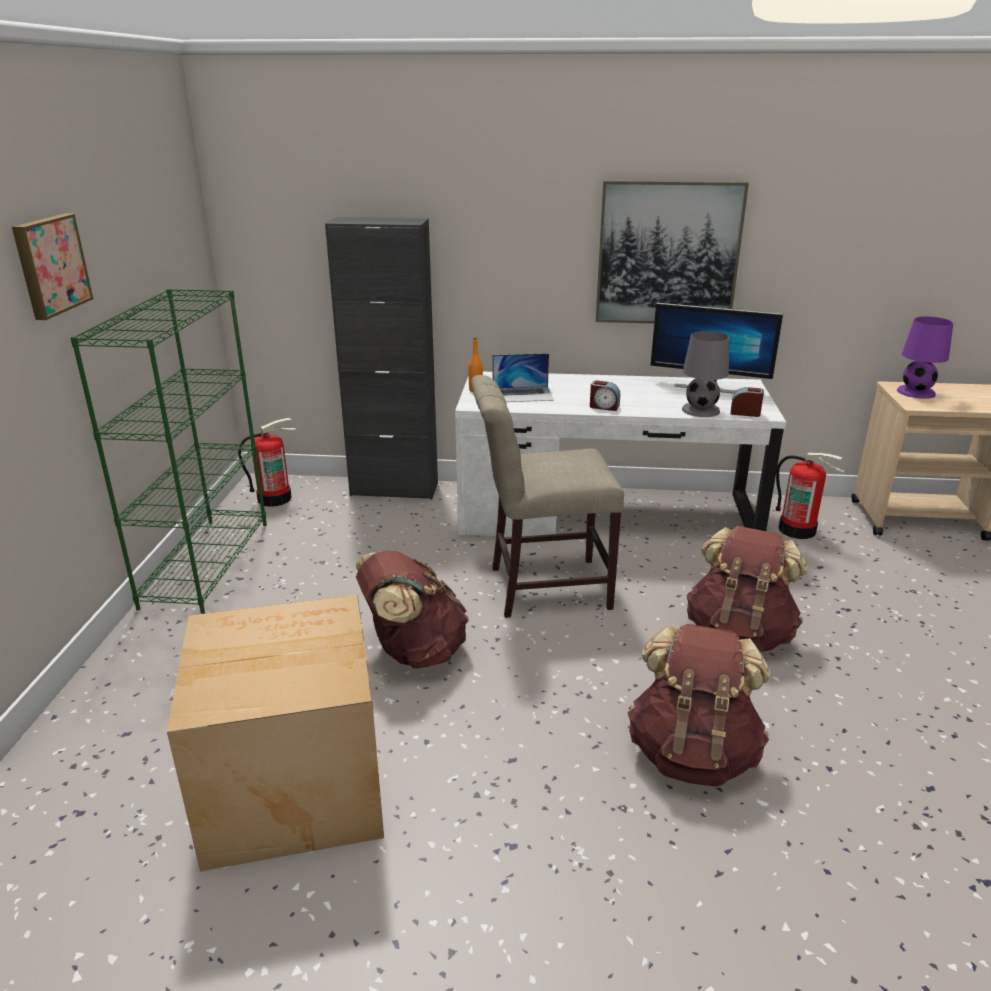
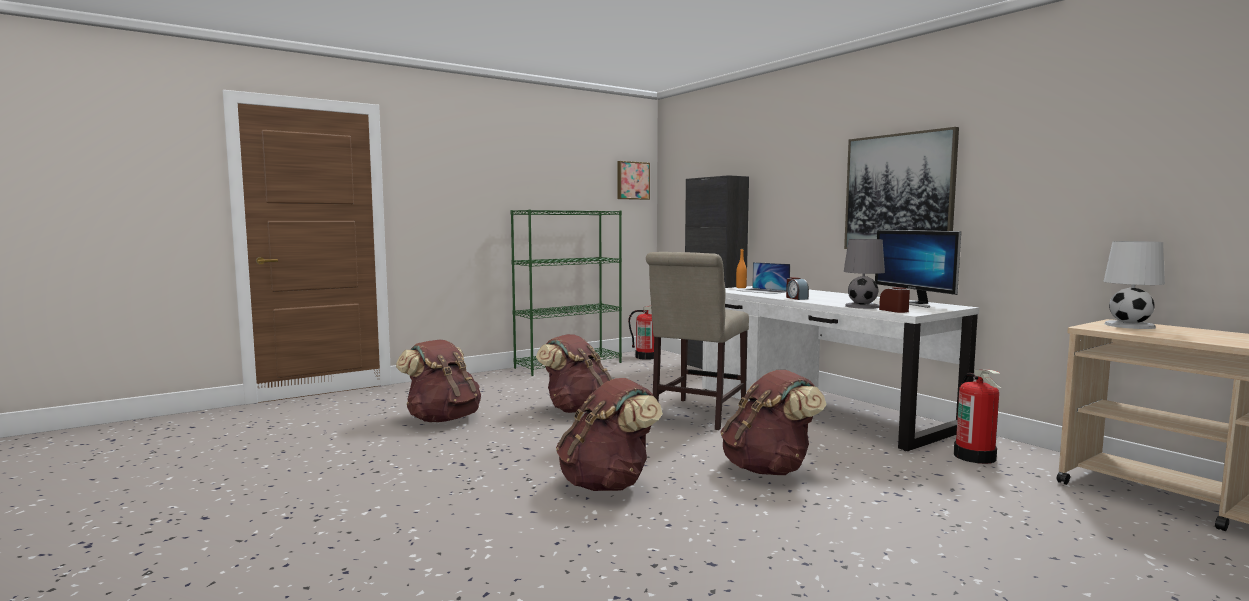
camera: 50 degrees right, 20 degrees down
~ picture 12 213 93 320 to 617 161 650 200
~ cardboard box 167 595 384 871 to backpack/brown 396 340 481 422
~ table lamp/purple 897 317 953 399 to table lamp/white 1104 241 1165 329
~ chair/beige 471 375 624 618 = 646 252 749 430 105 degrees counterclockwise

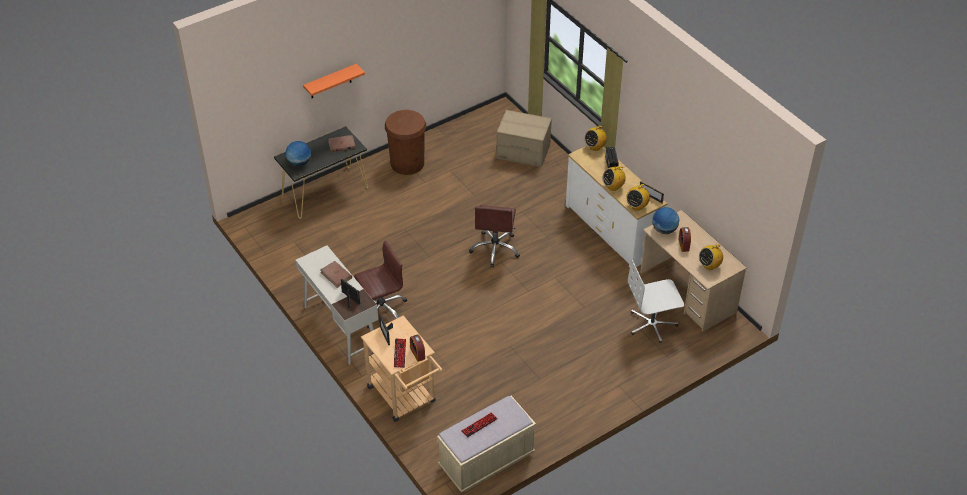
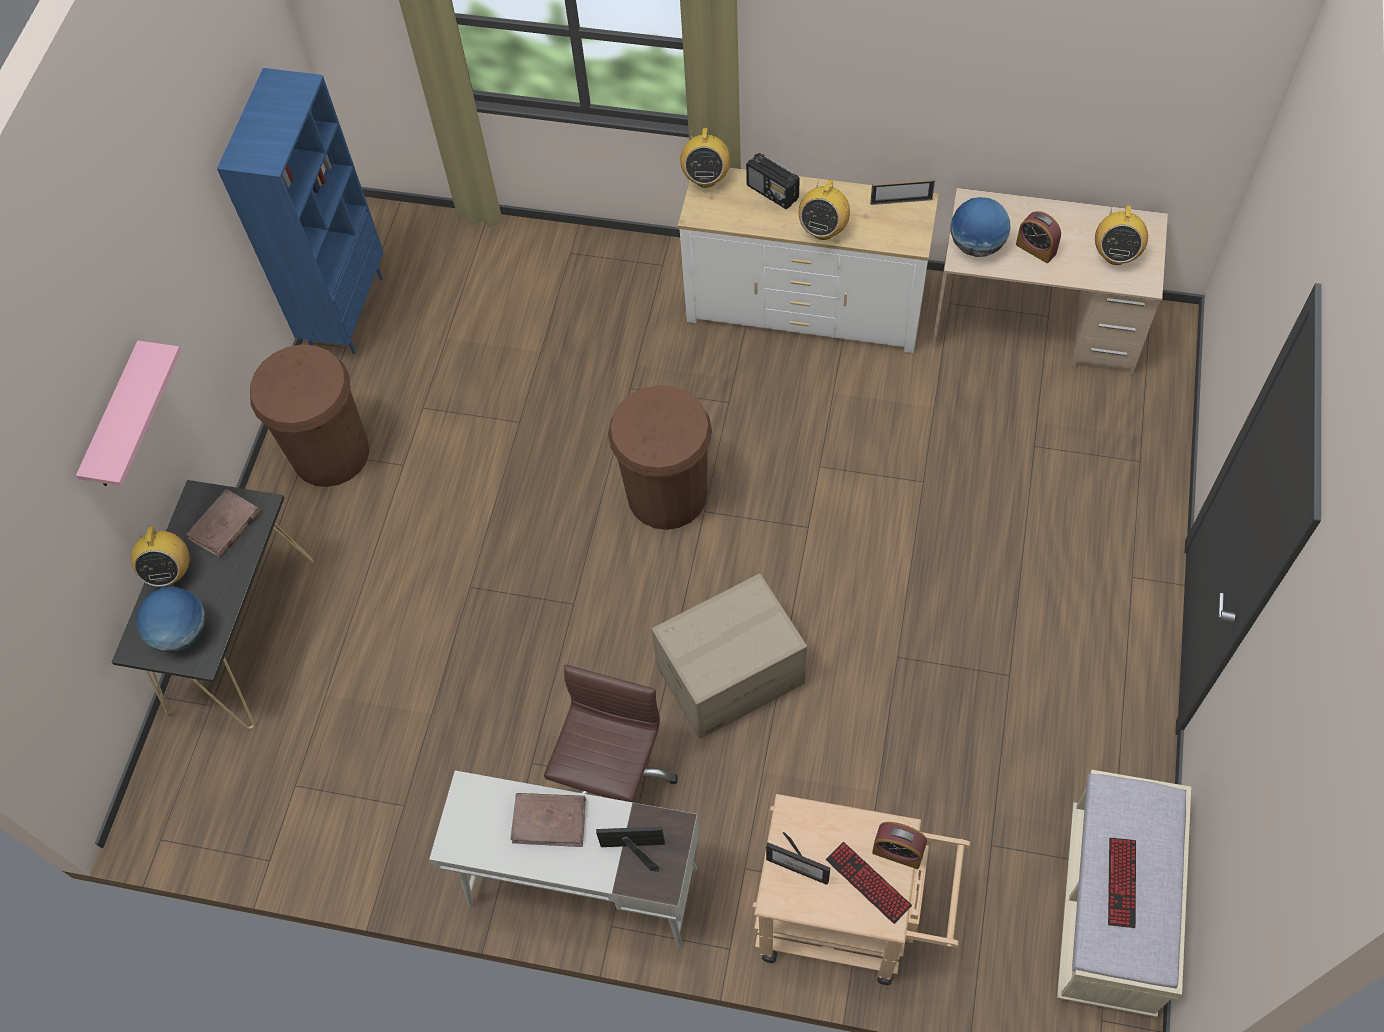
camera: 40 degrees left, 15 degrees up
- office chair/white 628 260 684 343
+ bookcase/blue 217 68 384 354
~ cardboard box 496 110 552 167 to 652 573 807 739
~ radio 626 181 650 211 to 131 525 190 587
~ office chair/brown 469 205 520 268 to trash can/brown 608 385 712 530
~ shelf/orange 303 64 365 98 to shelf/pink 76 340 181 486

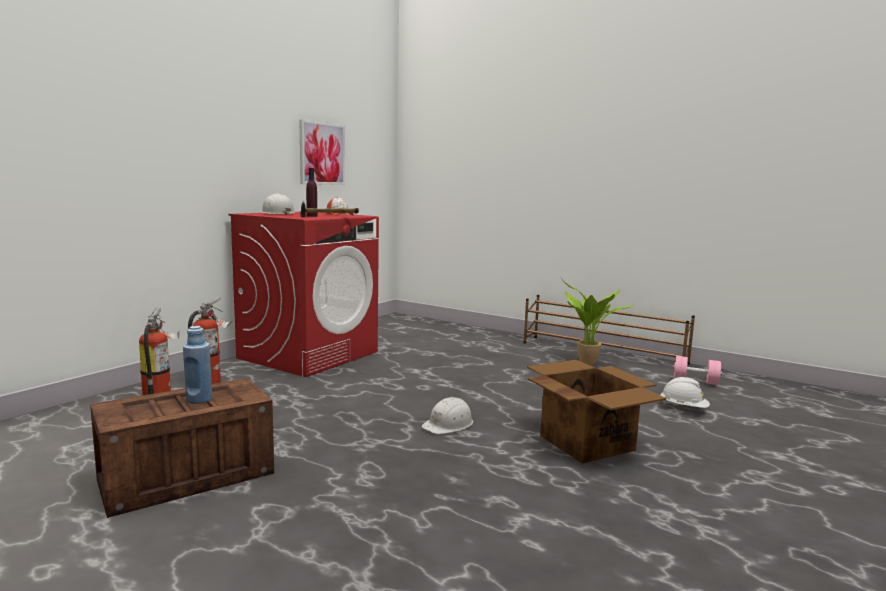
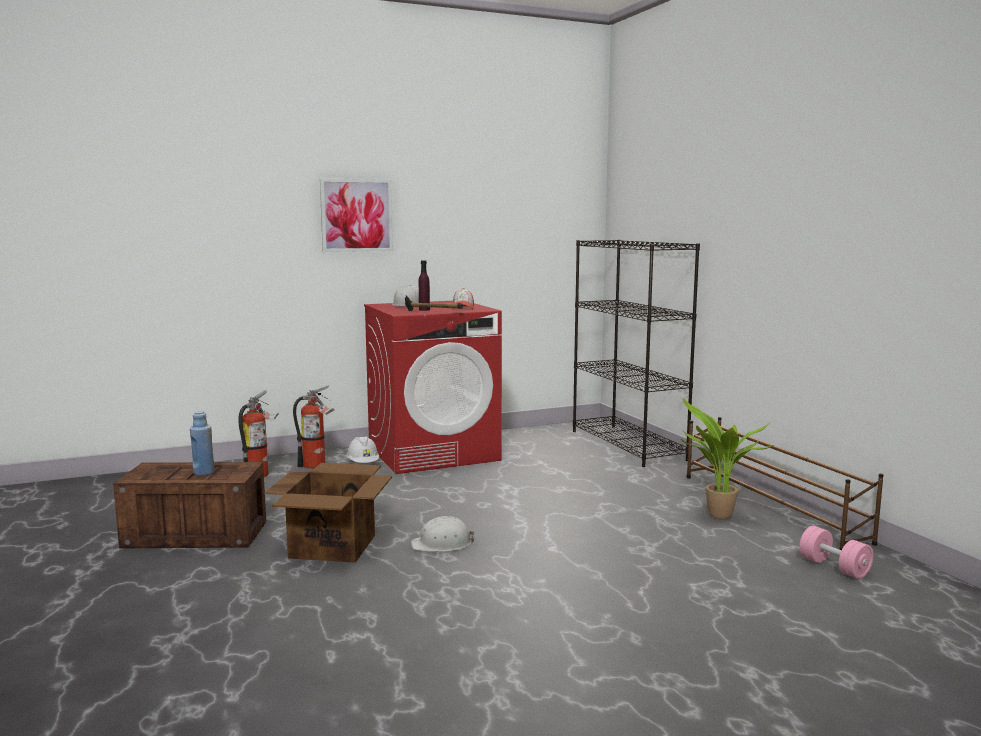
camera: 35 degrees right, 0 degrees up
+ bookcase/black 573 240 700 467
~ picture 299 119 345 185 to 320 179 393 252
~ cardboard box 527 360 666 463 to 265 463 392 563
~ hard hat/white 660 377 710 408 to 346 436 379 463

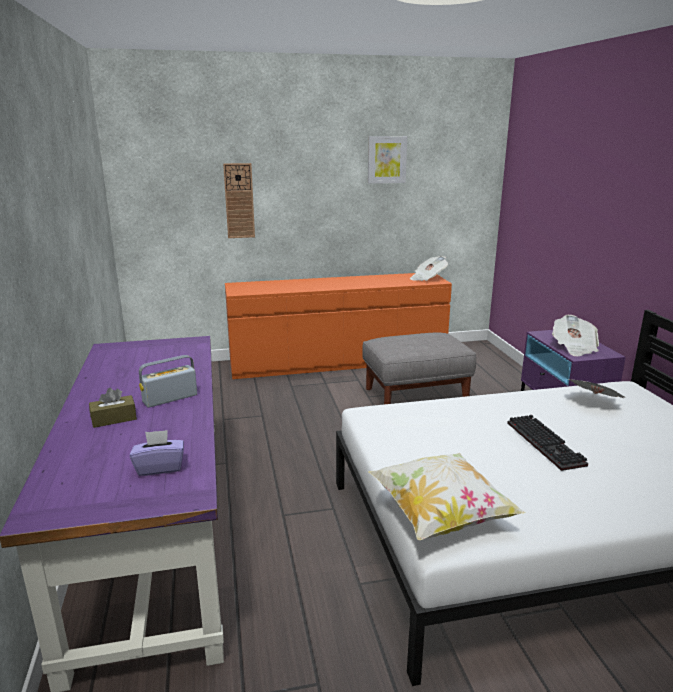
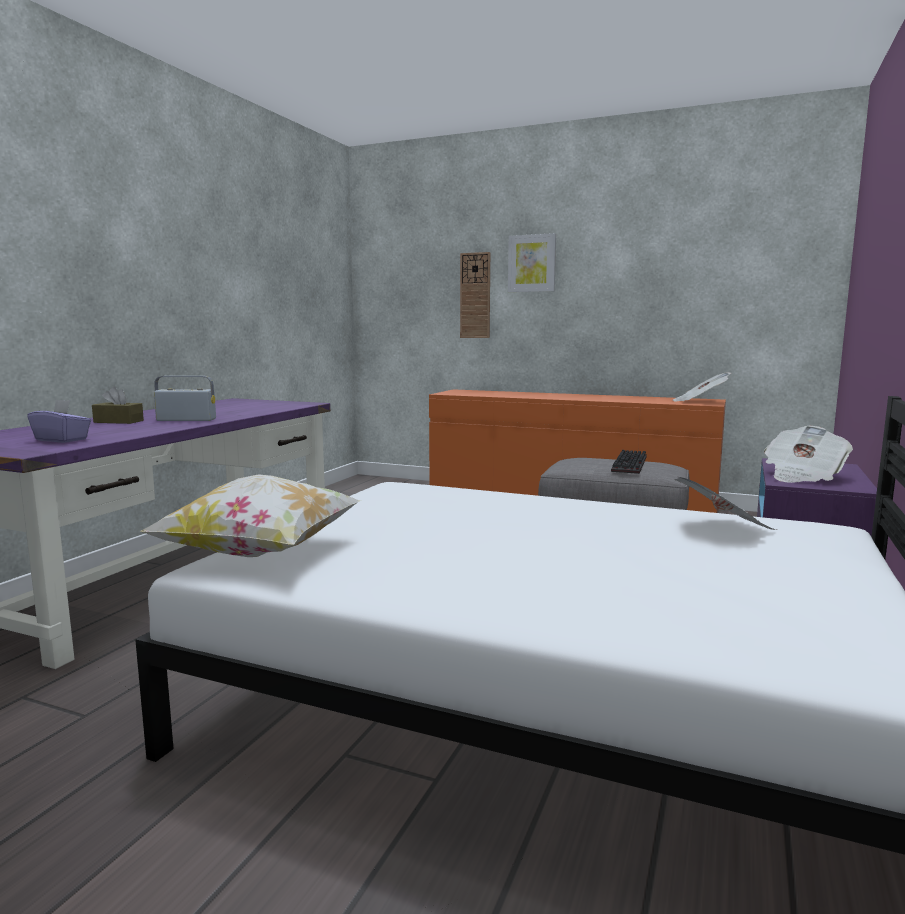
camera: 35 degrees right, 10 degrees down
~ picture 368 136 407 184 to 508 233 556 292
~ keyboard 507 415 588 471 to 611 450 647 474

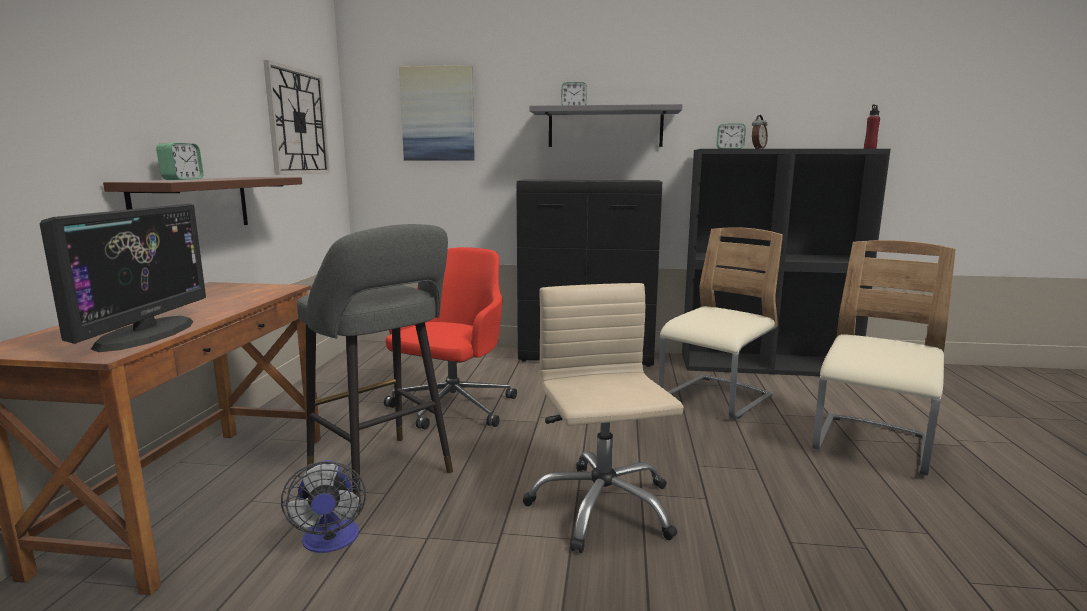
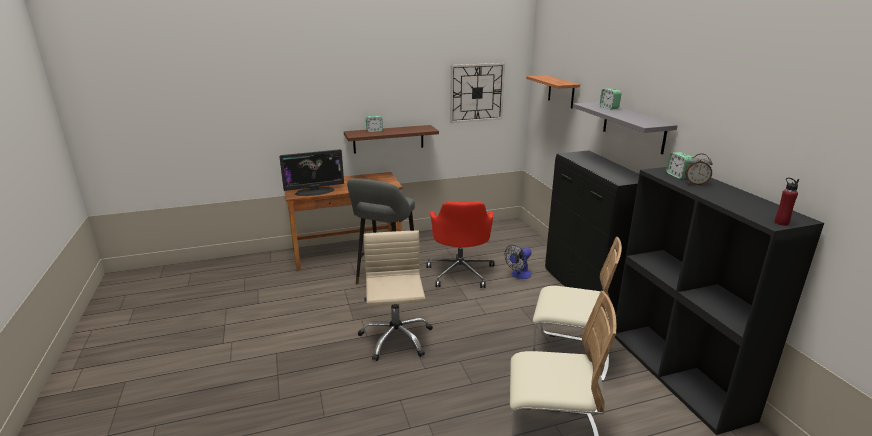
camera: 65 degrees right, 10 degrees up
~ fan 281 460 366 553 to 505 245 532 279
~ picture 399 65 475 161 to shelf 526 75 580 109
~ office chair/red 384 247 517 430 = 426 202 494 288 90 degrees clockwise
~ office chair/beige 523 283 684 553 = 358 231 433 361 60 degrees counterclockwise

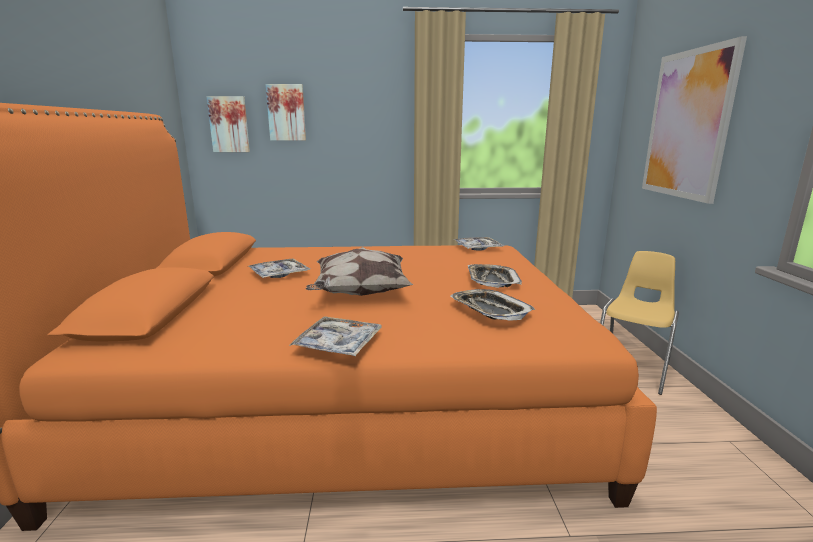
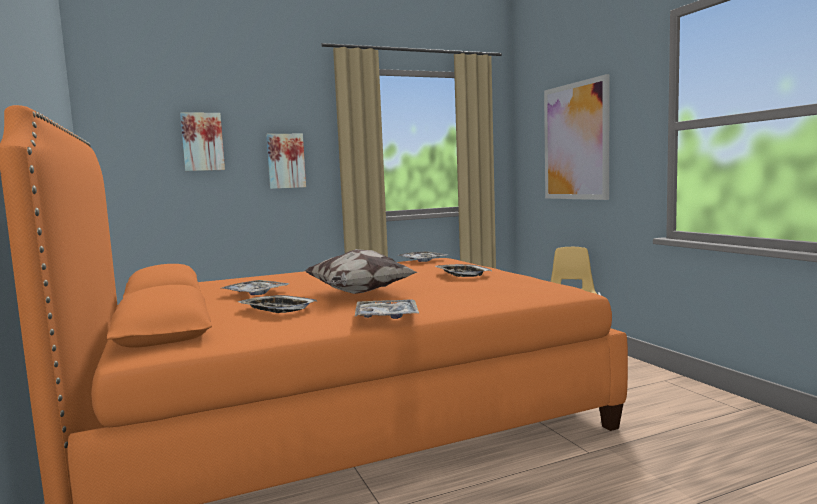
camera: 20 degrees left, 10 degrees down
~ picture 206 96 250 152 to 266 134 306 189
~ tray 450 289 535 321 to 238 295 318 313

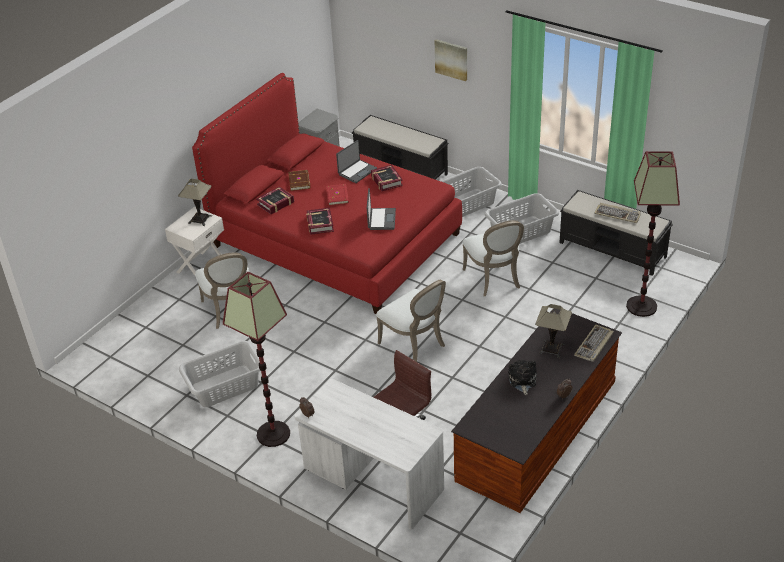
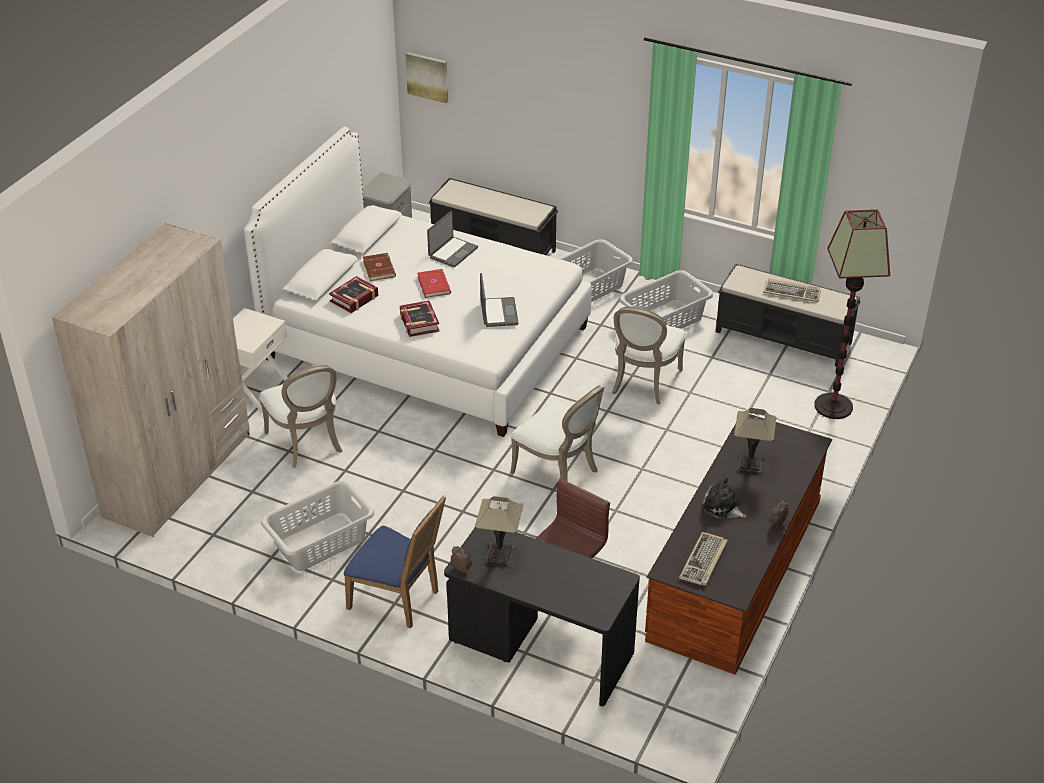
camera: 10 degrees left, 0 degrees up
- book 371 165 403 191
+ wardrobe/beige 52 223 250 537
~ table lamp 178 179 212 226 to 475 496 523 568
~ picture 435 39 467 81 to 405 52 448 103
~ keyboard 574 325 614 362 to 679 532 728 586
~ floor lamp 223 272 290 447 to chair/blue 344 495 446 629
~ bed/red 192 73 462 314 to bed/white 244 127 592 437
~ desk/white 295 379 444 529 to desk/black 444 527 640 706
~ chair/white 462 220 524 296 = 612 307 686 404 45 degrees clockwise
~ plush toy 508 360 537 395 = 701 476 747 519 45 degrees counterclockwise

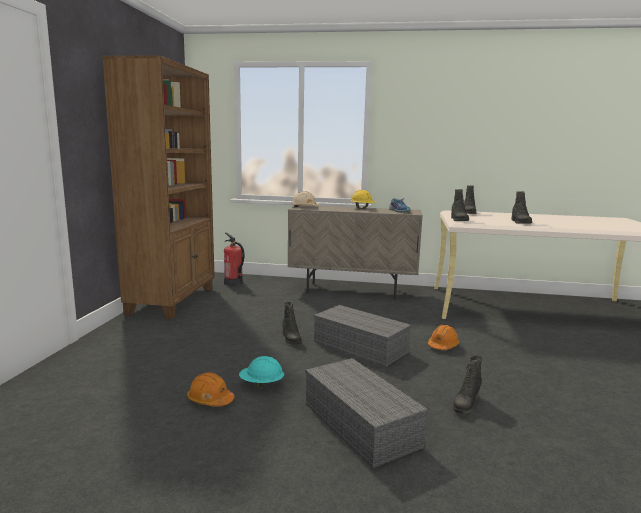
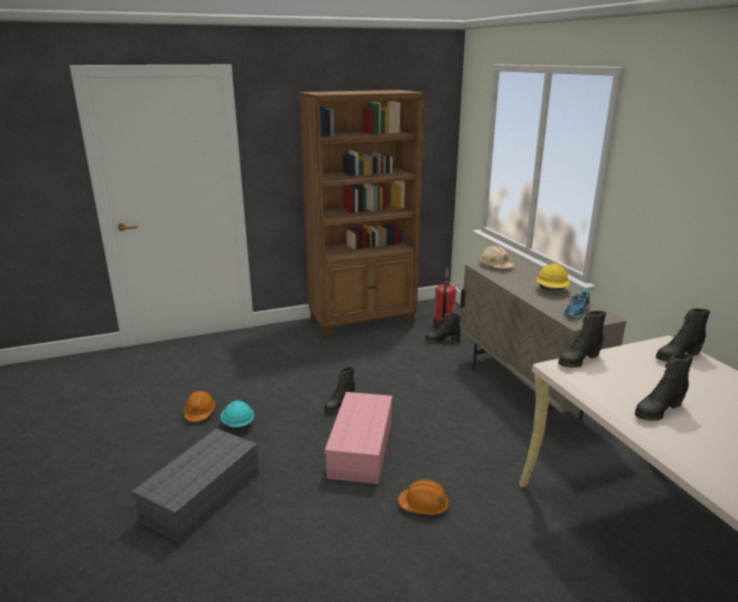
camera: 60 degrees right, 10 degrees up
~ boot/black 453 355 482 414 to 425 313 461 343
~ storage box/grey 314 305 411 367 to storage box/pink 325 392 392 484

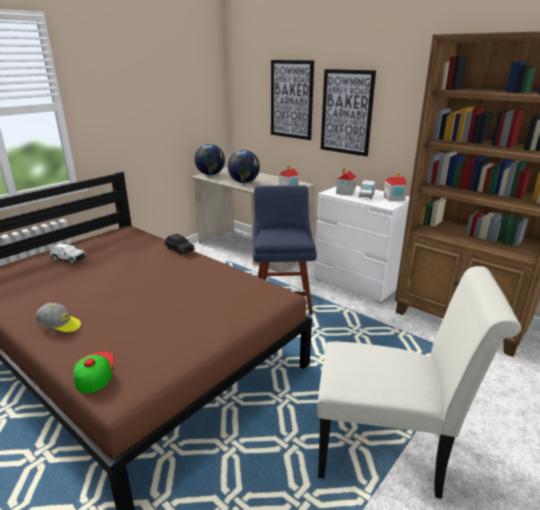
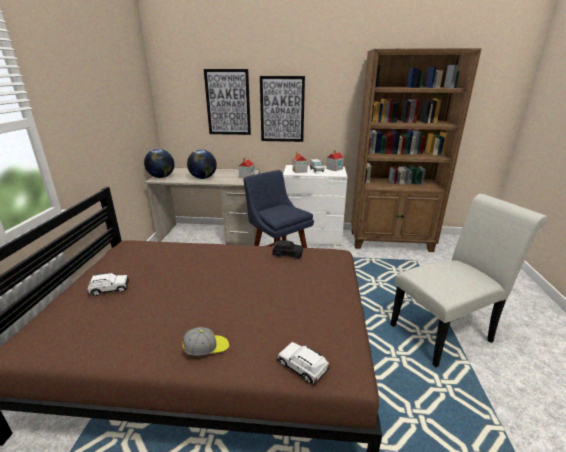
camera: 35 degrees left, 0 degrees up
~ toy car/black 165 234 195 255 to 272 240 303 259
~ cap 73 351 114 393 to toy car/white 277 342 330 385

